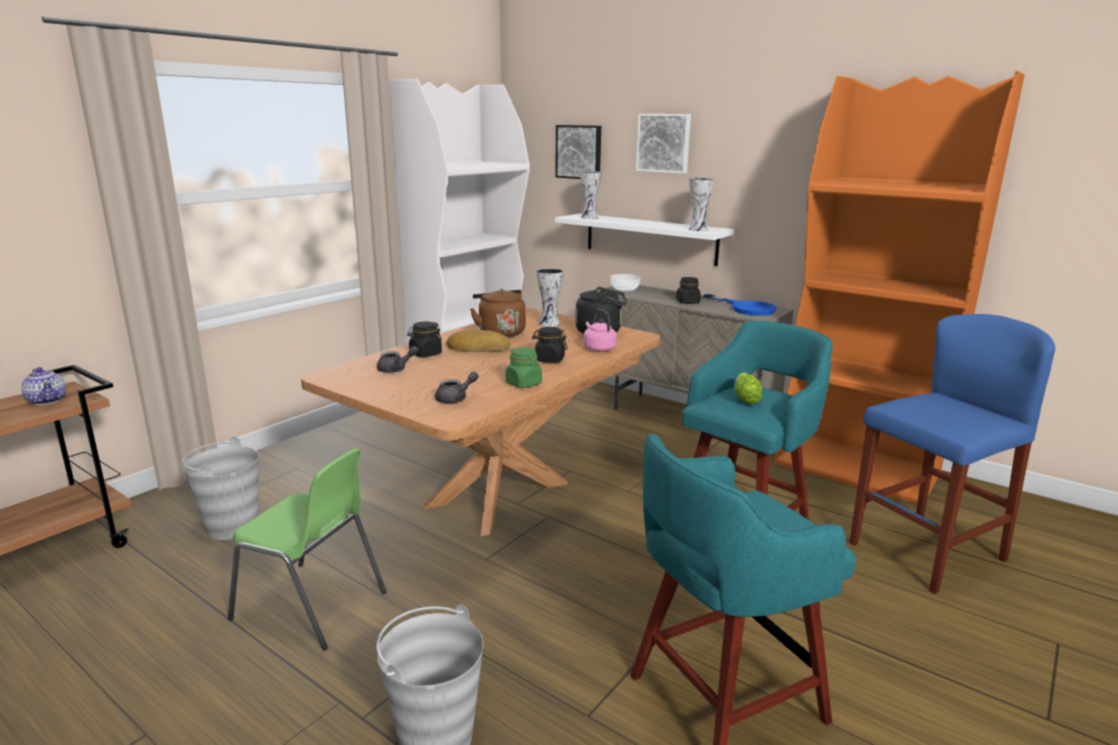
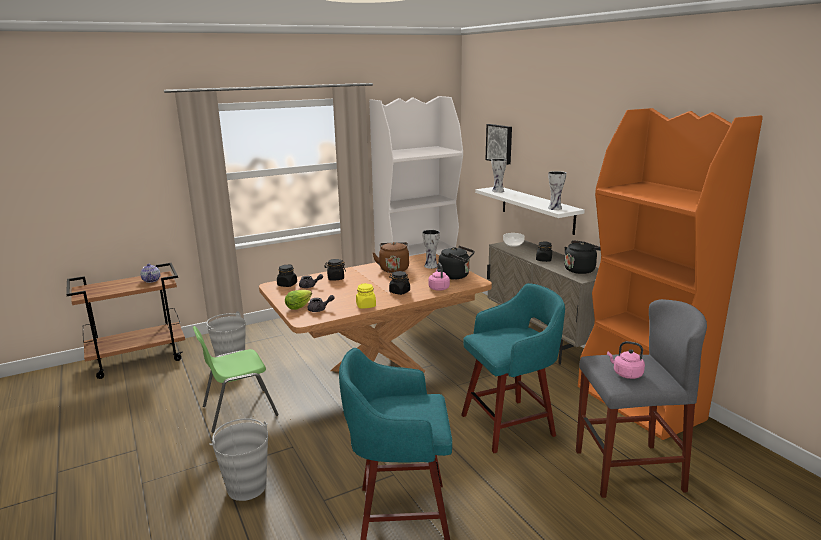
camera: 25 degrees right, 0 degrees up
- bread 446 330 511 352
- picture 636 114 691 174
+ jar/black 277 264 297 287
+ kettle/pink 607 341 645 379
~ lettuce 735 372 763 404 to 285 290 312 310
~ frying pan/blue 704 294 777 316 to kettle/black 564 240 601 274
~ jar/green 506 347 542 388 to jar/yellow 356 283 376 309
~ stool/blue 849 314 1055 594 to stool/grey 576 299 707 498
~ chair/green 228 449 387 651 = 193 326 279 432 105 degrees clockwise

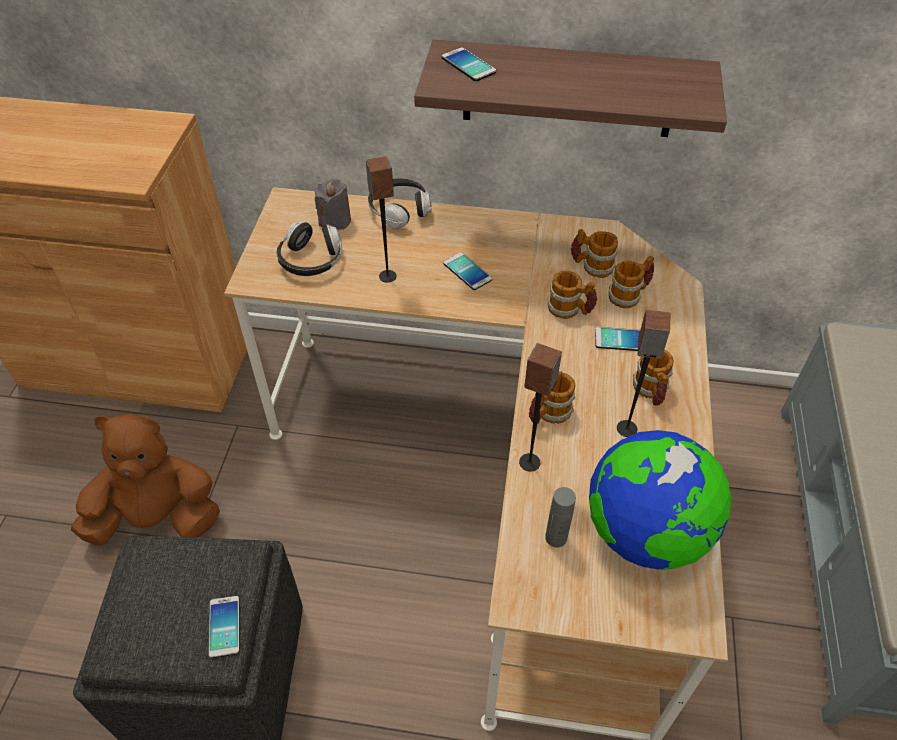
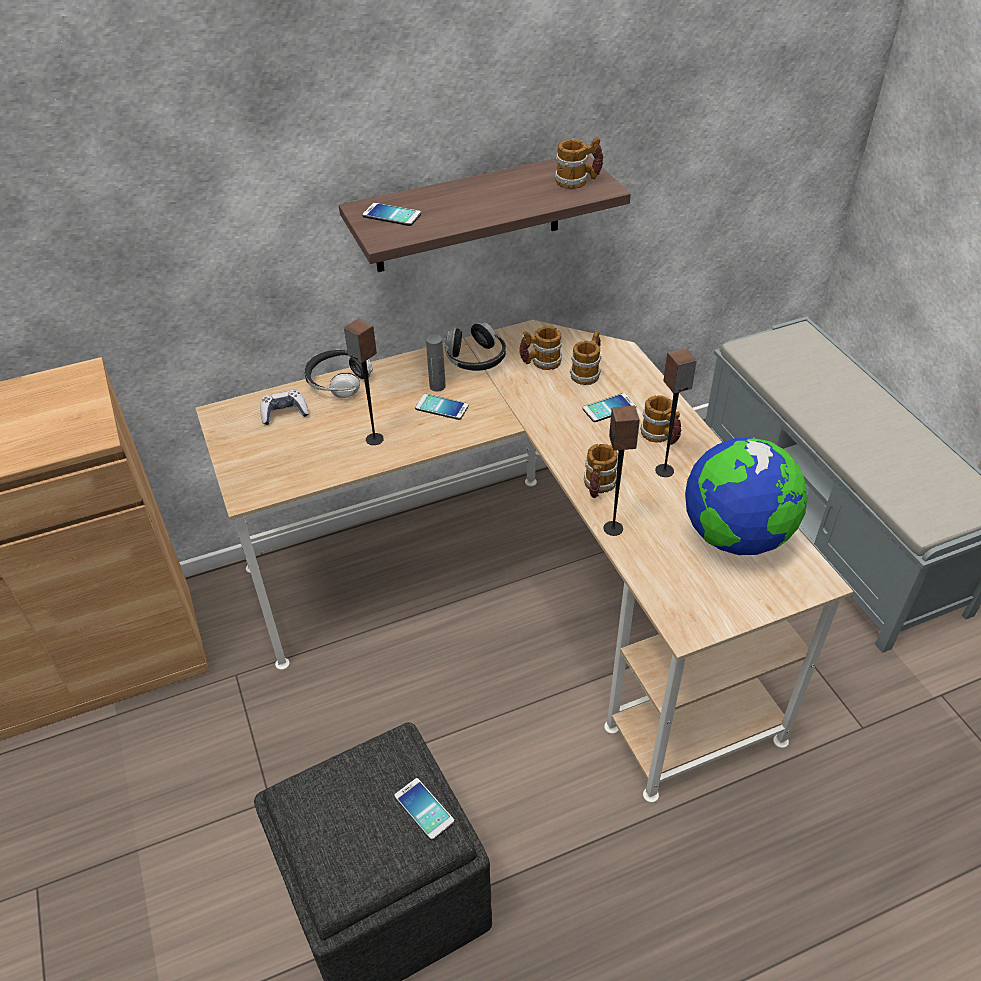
camera: 30 degrees left, 5 degrees down
- plush toy/brown 71 414 220 545
~ headphones 277 222 342 276 to 445 323 506 371
~ bottle/grey 545 487 576 548 to 426 334 446 392
~ mug 548 271 597 319 to 554 137 604 189
~ candle/grey 315 179 351 230 to game controller 260 390 309 425

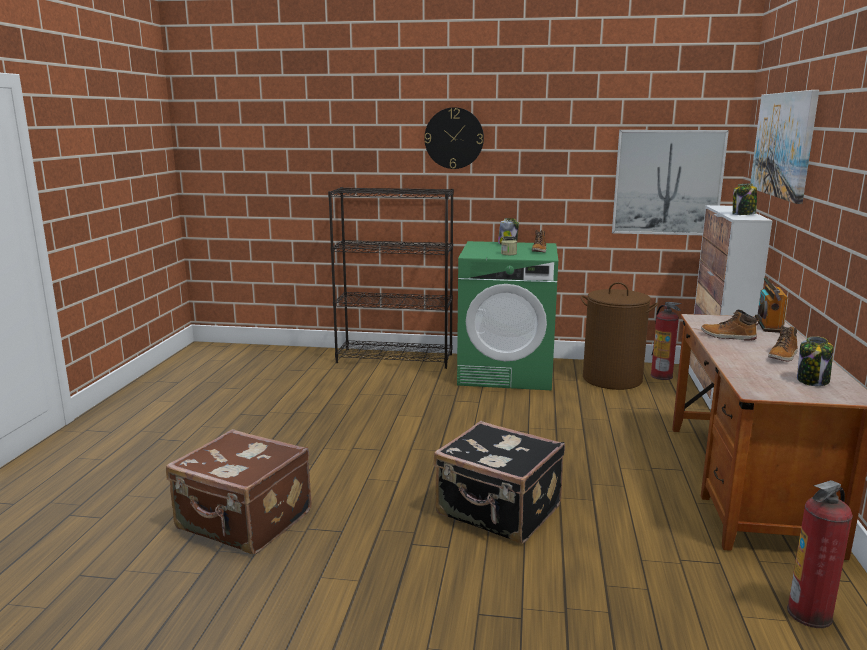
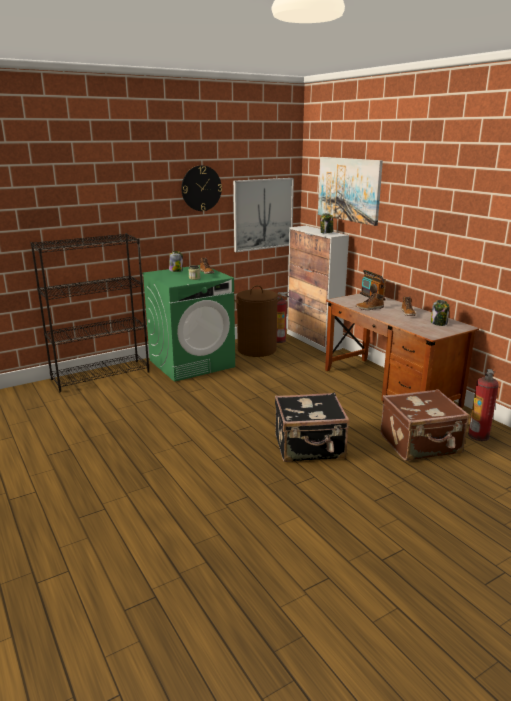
camera: 40 degrees left, 5 degrees up
~ suitcase/brown 166 429 312 554 to 381 389 469 461
~ wall clock 424 107 484 169 to 181 165 222 211

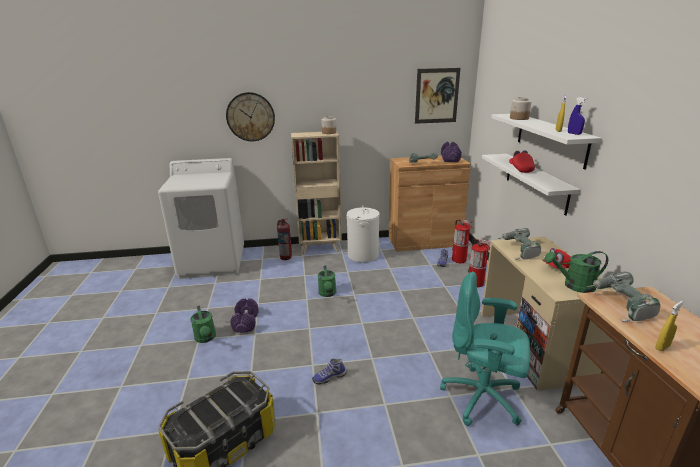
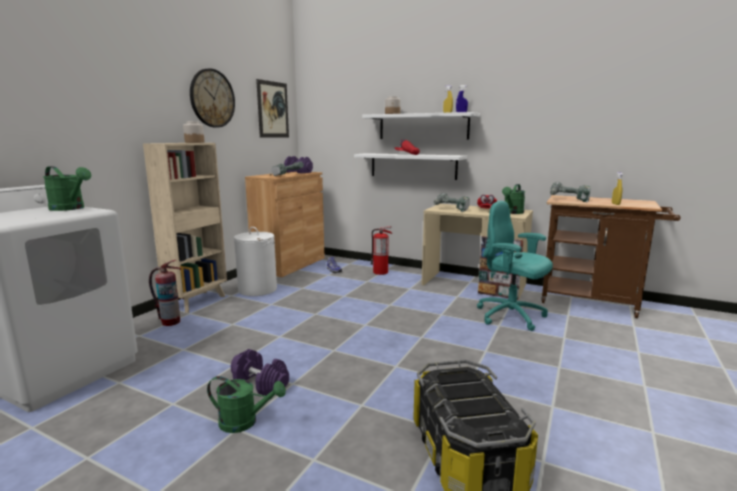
camera: 55 degrees left, 10 degrees down
- shoe 312 359 346 385
- fire extinguisher 452 219 473 263
~ wall clock 226 92 275 141 to 190 68 235 128
~ watering can/green 318 265 336 297 to 43 166 91 211
~ office chair/turquoise 440 272 530 426 = 477 201 553 331 75 degrees clockwise

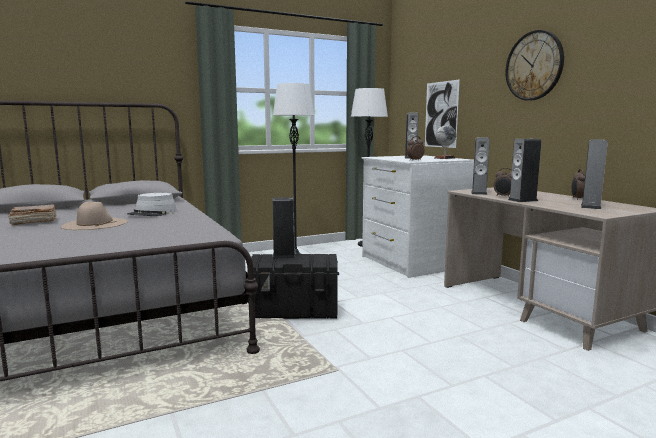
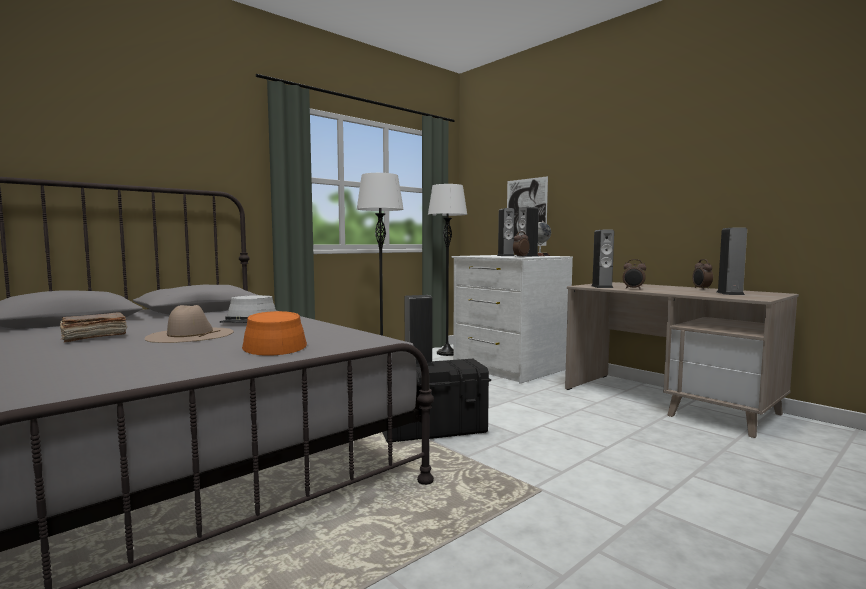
camera: 15 degrees left, 5 degrees down
- wall clock 505 30 564 101
+ hat/orange 242 311 307 356
~ speaker 508 139 541 202 to 517 207 539 257

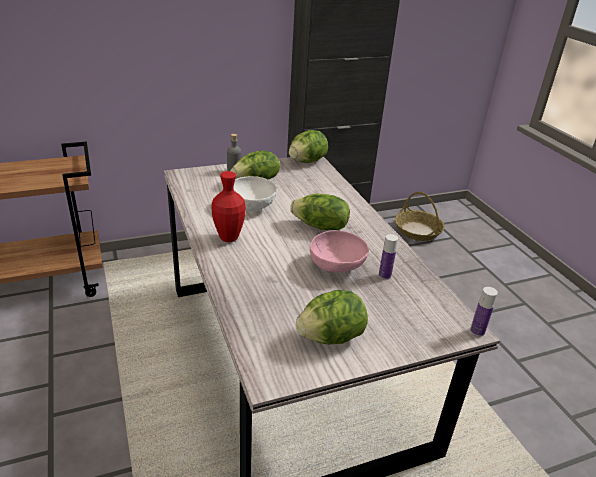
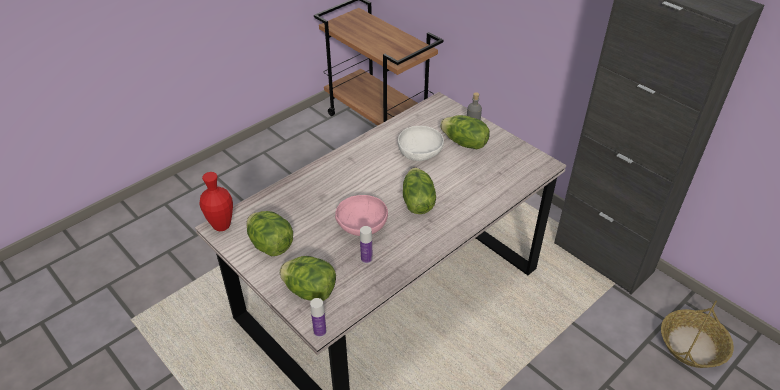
camera: 70 degrees right, 10 degrees up
~ vase/red 212 171 246 242 to 199 172 233 231
~ lettuce 289 130 328 163 to 279 256 336 301

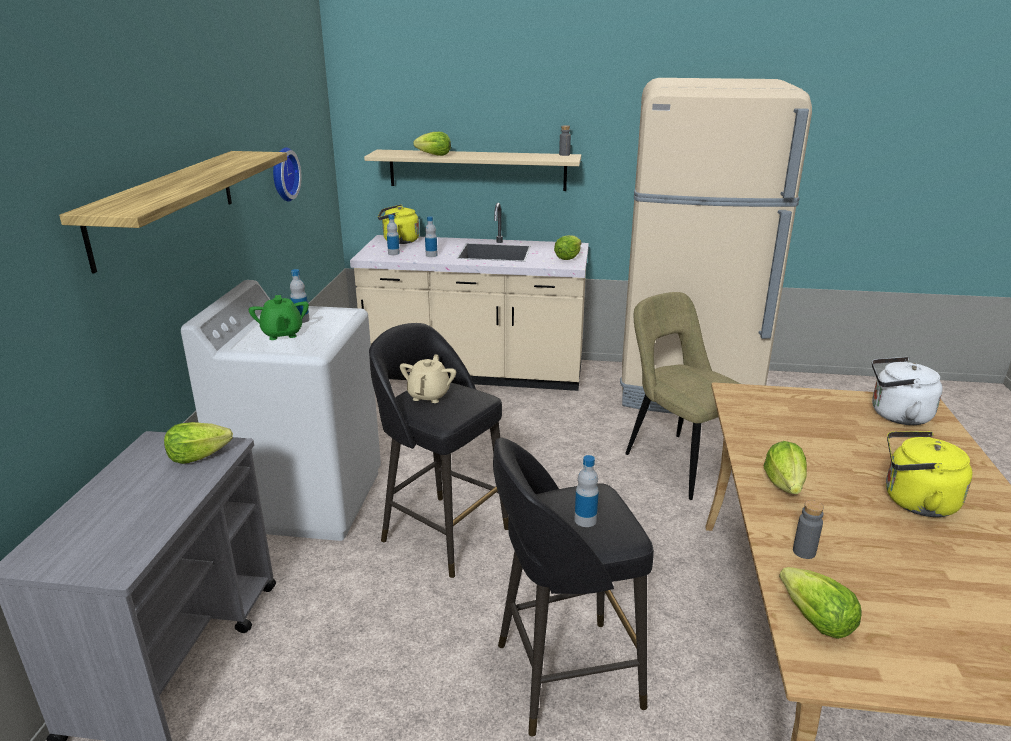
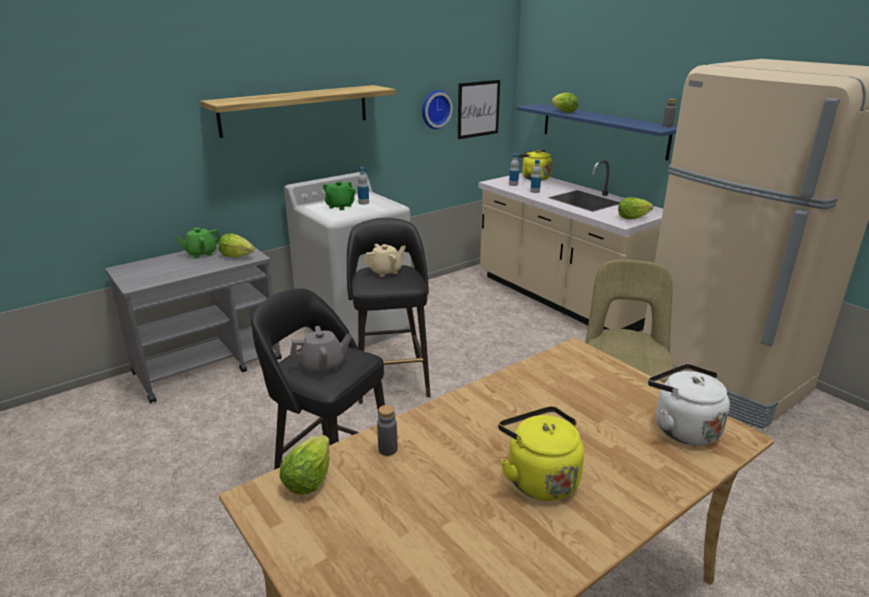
camera: 45 degrees right, 0 degrees up
- lettuce 763 441 807 494
+ teapot/green 175 227 221 258
+ picture 458 80 500 139
~ bottle 574 455 599 527 to teapot/grey 290 326 352 374
~ shelf/beige 364 150 581 191 to shelf/blue 516 104 677 160

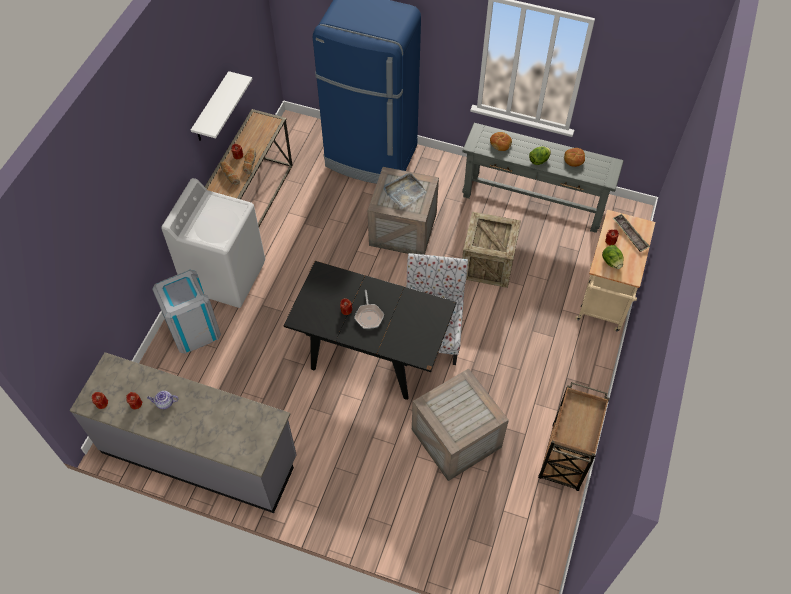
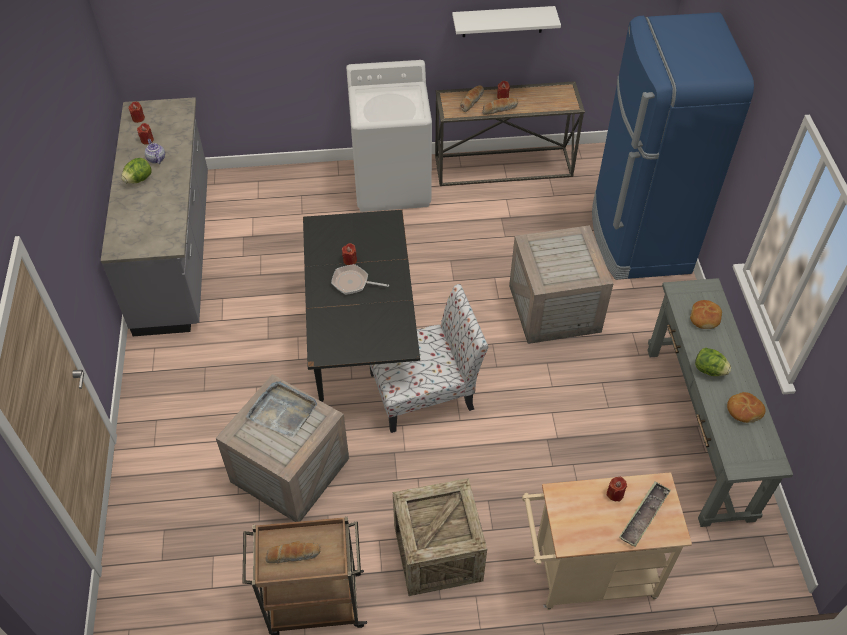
camera: 65 degrees right, 5 degrees down
- trash can/grey 152 270 221 354
+ bread 265 541 320 563
~ tray/grey 384 173 427 209 to 246 381 317 437
~ crate 462 212 521 288 to 393 478 487 596
~ lettuce 602 245 624 269 to 121 158 152 184
~ frying pan 354 290 384 329 = 331 264 389 295 45 degrees clockwise

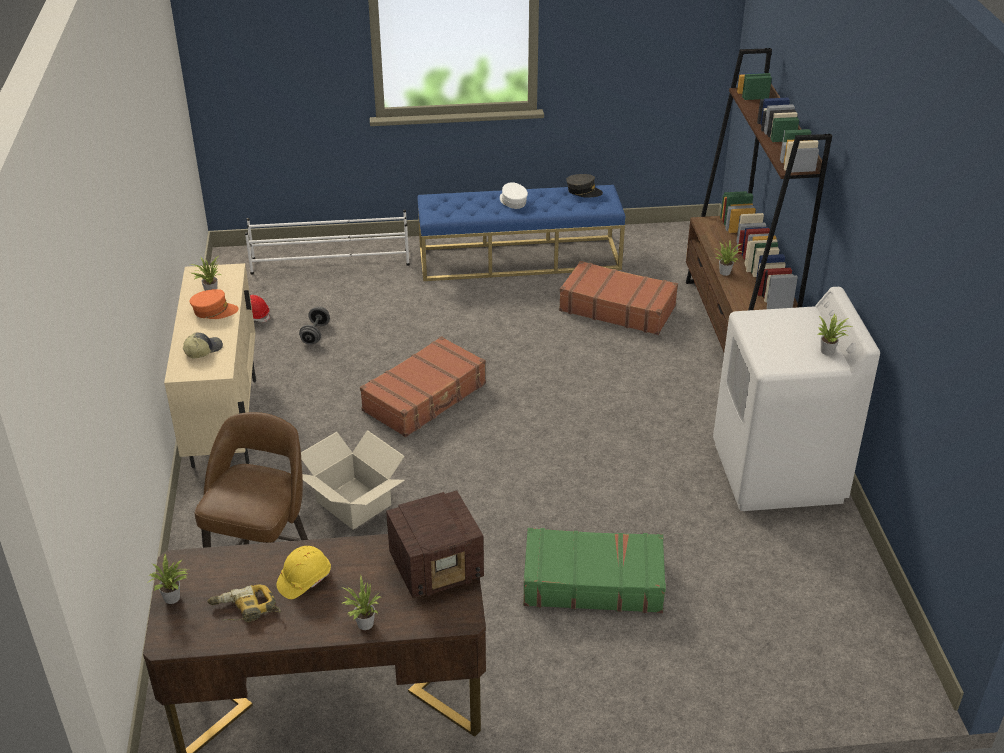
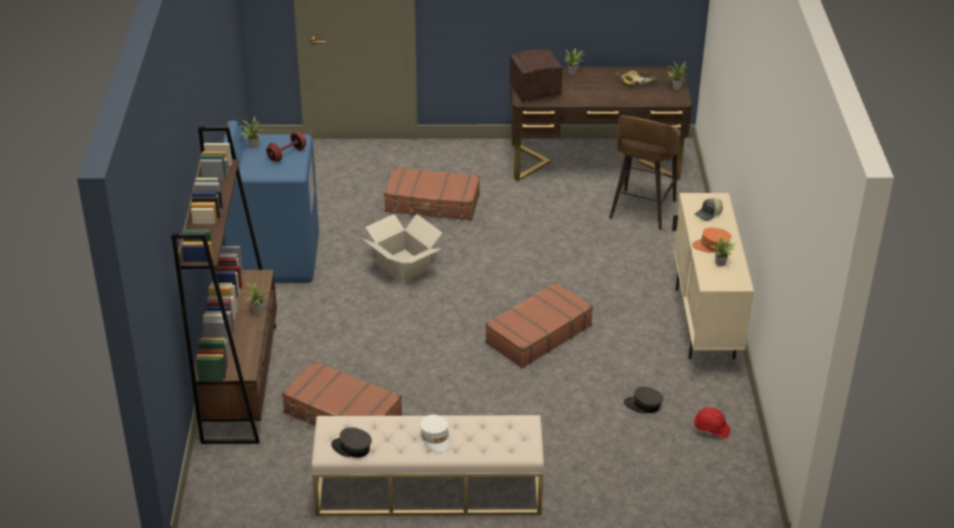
camera: 175 degrees left, 0 degrees up
- shoe rack/white 245 210 410 275
- hard hat/yellow 276 546 331 599
+ dumbbell/red 266 132 306 162
~ cardboard box 301 430 405 530 to 363 214 442 283
~ dumbbell/grey 299 306 330 345 to cap/grey 624 387 663 413
~ bench/blue 417 185 625 281 to bench/beige 312 415 544 516
~ suitcase/green 523 528 666 613 to suitcase/brown 384 167 480 221
~ washing machine/white 713 287 880 511 to washing machine/blue 223 121 319 283

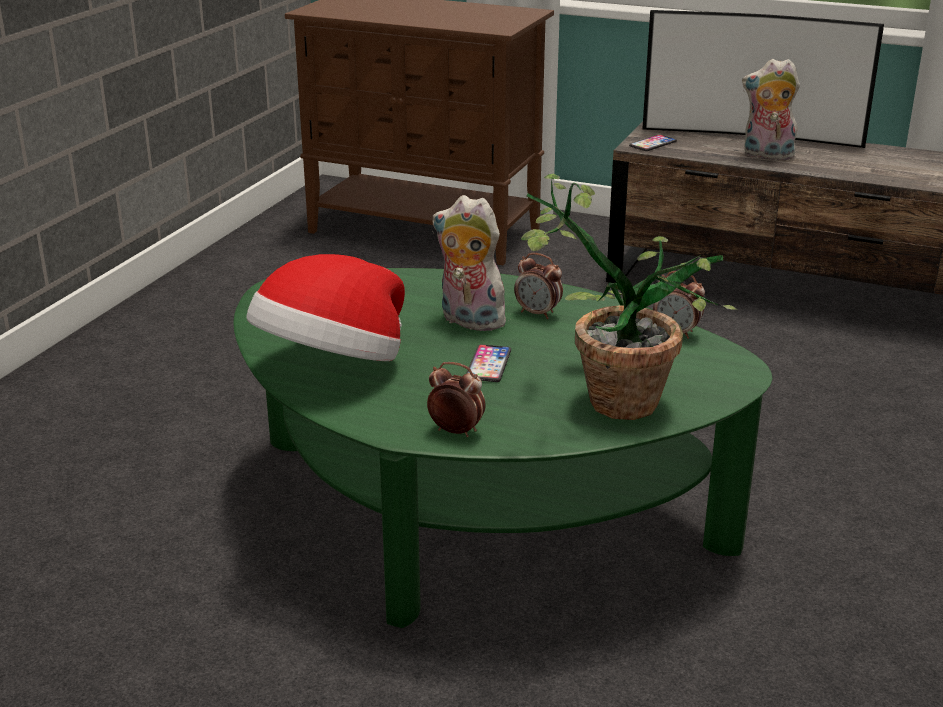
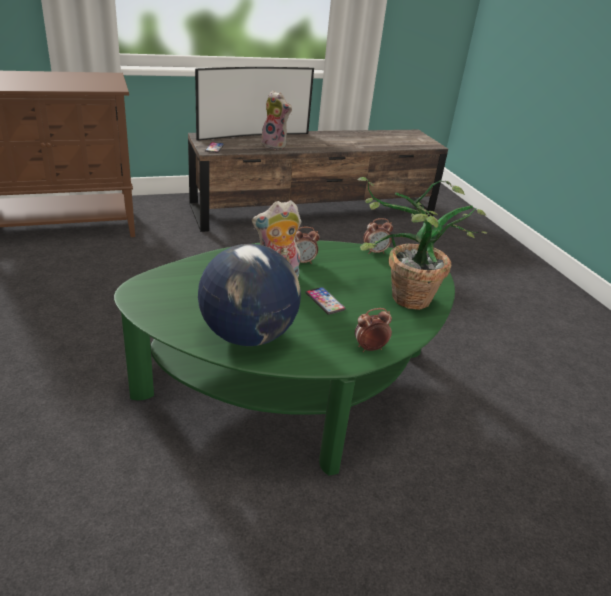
camera: 45 degrees left, 5 degrees up
~ hat 247 254 405 361 to globe 198 244 301 346
~ plush toy 742 59 800 162 = 261 90 292 150 120 degrees counterclockwise

